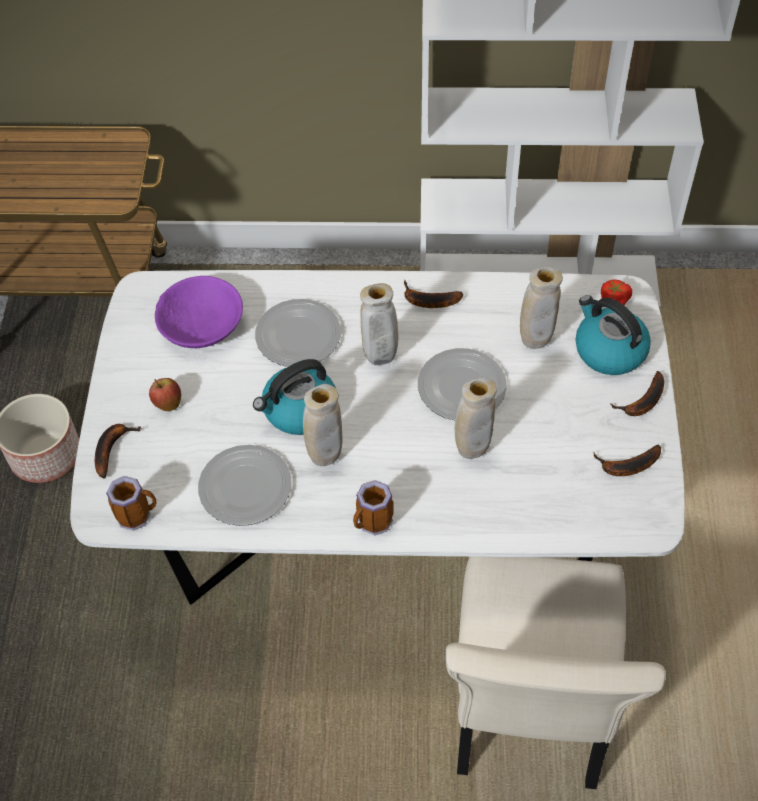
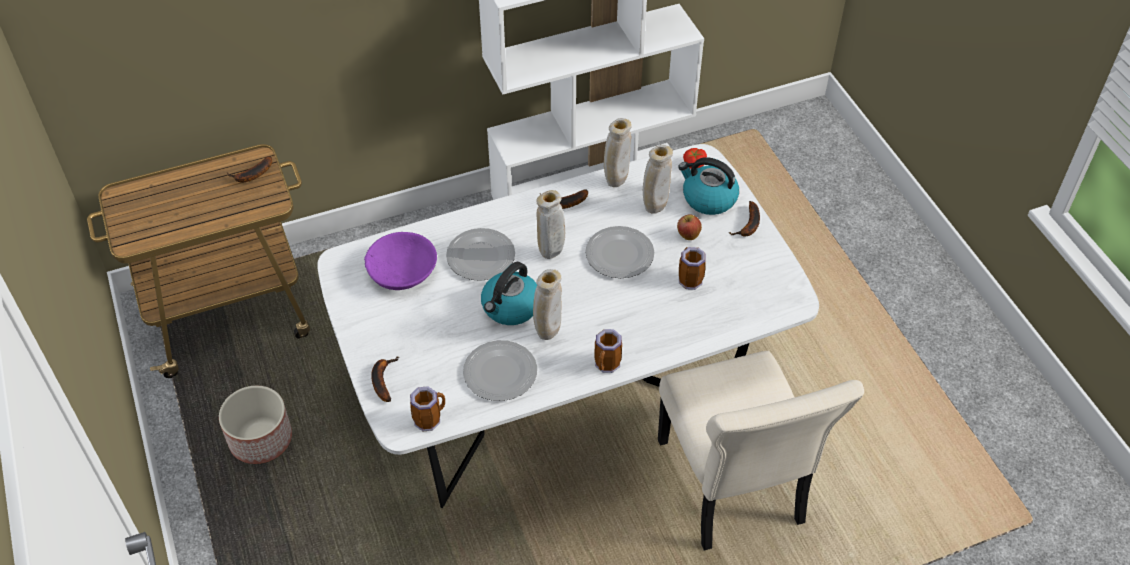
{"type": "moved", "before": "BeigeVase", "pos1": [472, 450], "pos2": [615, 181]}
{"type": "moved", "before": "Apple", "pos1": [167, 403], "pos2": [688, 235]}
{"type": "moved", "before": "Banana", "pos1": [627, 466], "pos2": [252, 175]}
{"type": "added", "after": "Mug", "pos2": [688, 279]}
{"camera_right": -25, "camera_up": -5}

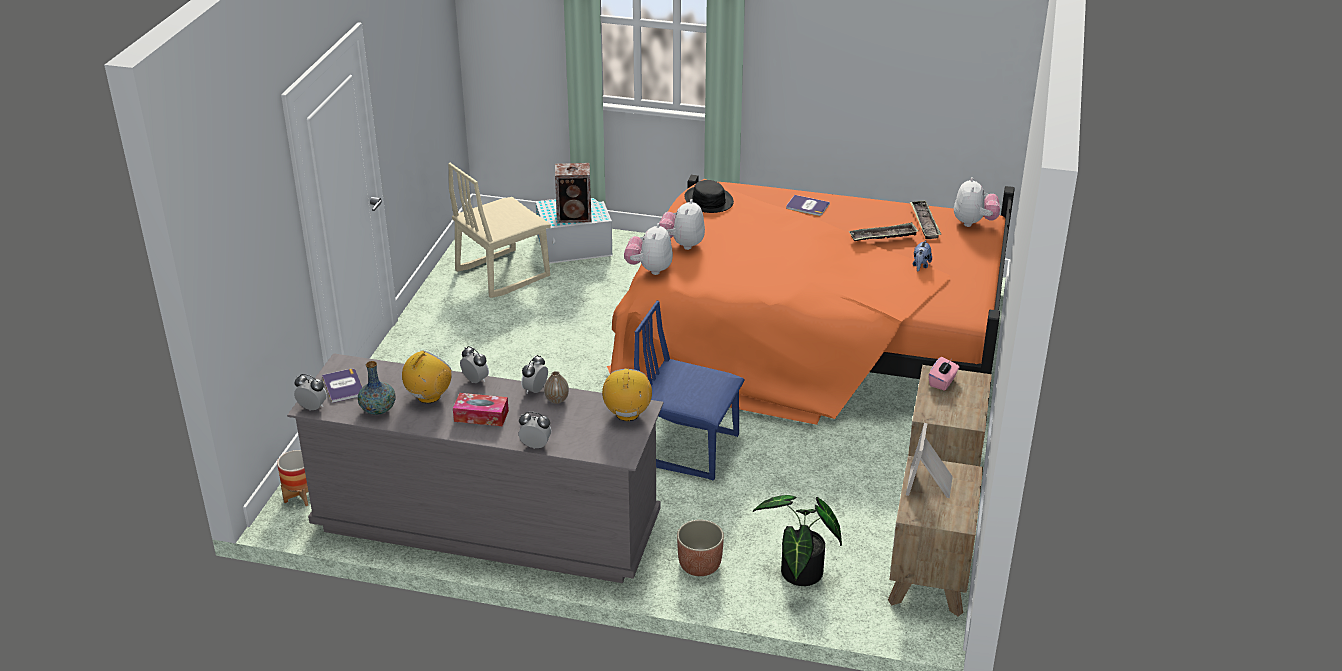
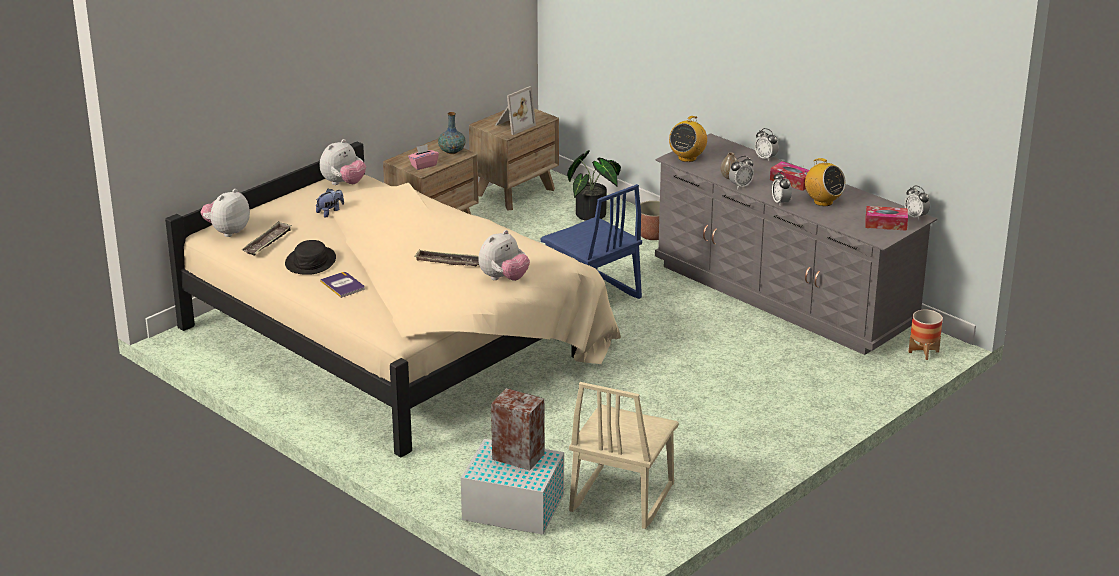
{"type": "turned", "before": "BeigeChair", "pos1": [502, 274], "pos2": [620, 498], "turn": 120}
{"type": "recoloured", "before": "OrangeBed", "after": "BeigeBed", "pos1": [811, 339], "pos2": [396, 340]}
{"type": "moved", "before": "BlackHat", "pos1": [708, 200], "pos2": [311, 261]}
{"type": "moved", "before": "Tray", "pos1": [883, 236], "pos2": [450, 262]}
{"type": "moved", "before": "PlushToy", "pos1": [649, 269], "pos2": [343, 183]}
{"type": "turned", "before": "Radio", "pos1": [428, 396], "pos2": [823, 202], "turn": -105}
{"type": "moved", "before": "Vase", "pos1": [378, 409], "pos2": [452, 151]}
{"type": "replaced", "before": "Book", "after": "TissueBox", "pos1": [343, 386], "pos2": [886, 224]}
{"camera_right": -150, "camera_up": -5}

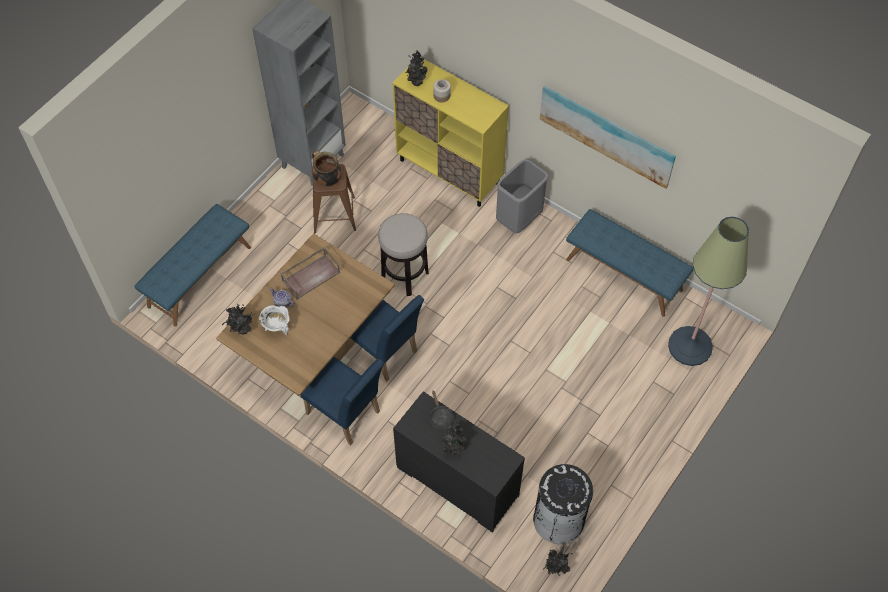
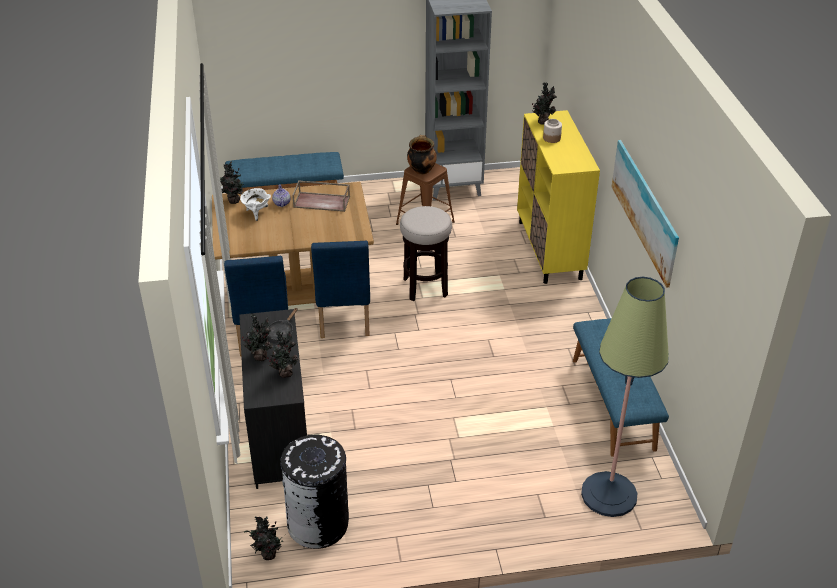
{"type": "removed", "before": "GreyTrashCan", "pos1": [519, 220]}
{"type": "added", "after": "PottedPlant", "pos2": [284, 373]}
{"camera_right": 45, "camera_up": -20}

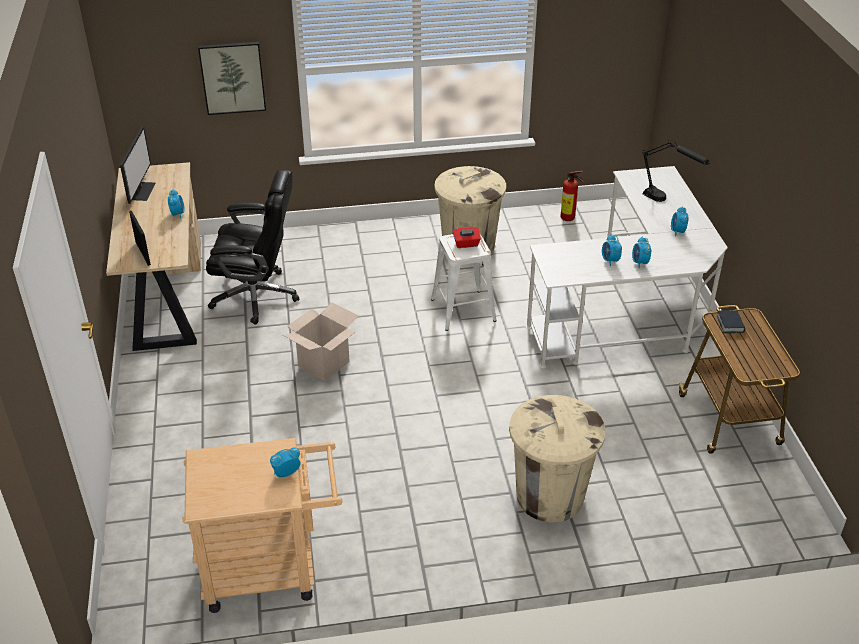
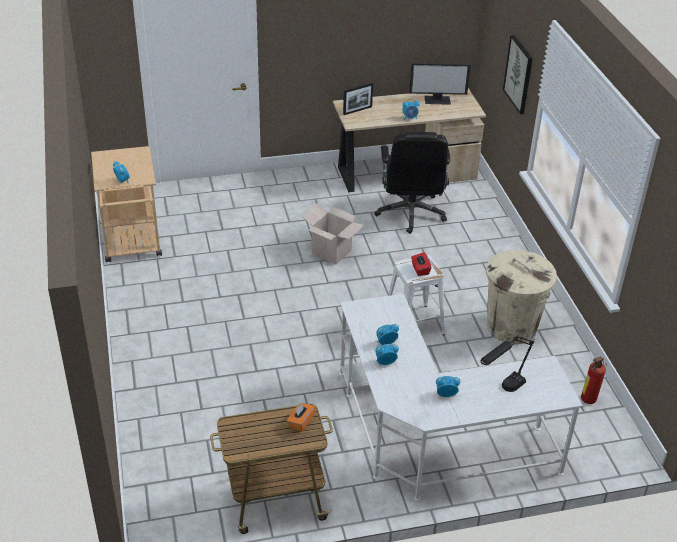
{"type": "replaced", "before": "Book", "after": "OrangeTissueBox", "pos1": [730, 324], "pos2": [300, 422]}
{"type": "removed", "before": "BeigeTrashCan", "pos1": [549, 496]}
{"camera_right": 85, "camera_up": 0}

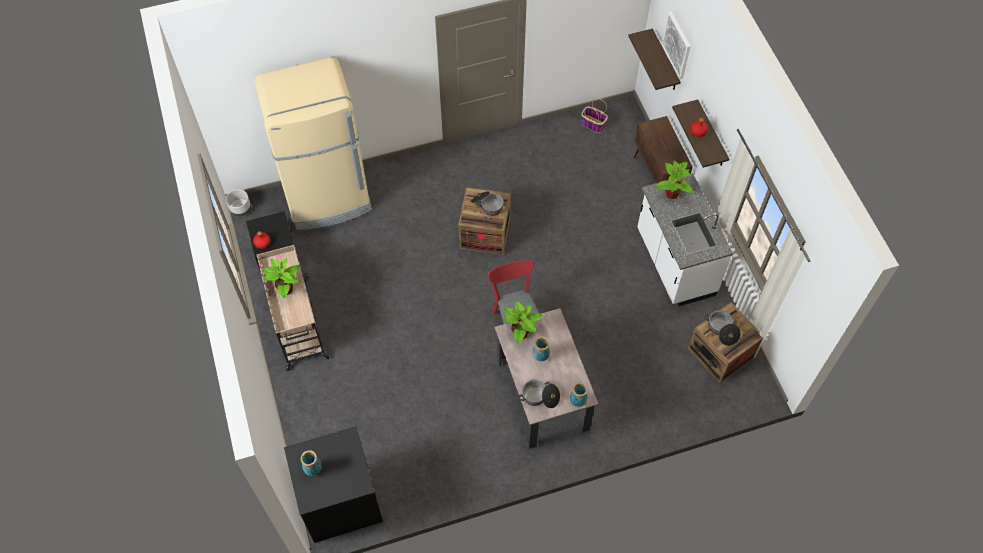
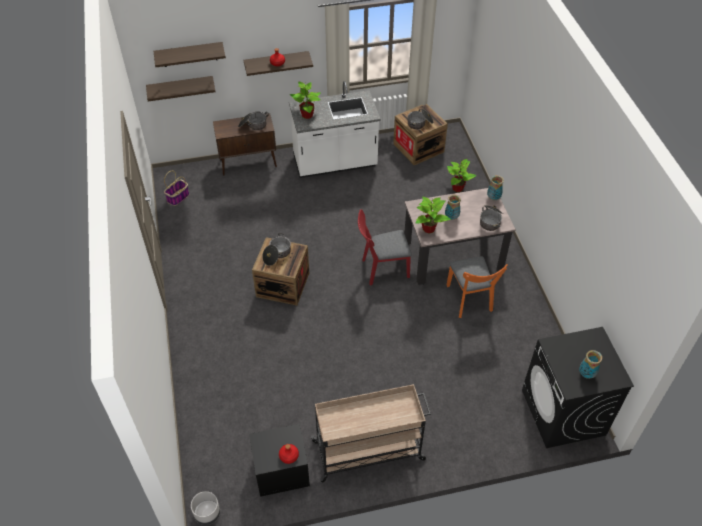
{"type": "replaced", "before": "Picture", "after": "Shelf", "pos1": [677, 45], "pos2": [189, 54]}
{"type": "removed", "before": "BeigeFridge", "pos1": [328, 199]}
{"type": "moved", "before": "PottedPlant", "pos1": [286, 289], "pos2": [457, 188]}
{"type": "added", "after": "CookingPot", "pos2": [253, 125]}
{"type": "added", "after": "OrangeChair", "pos2": [470, 301]}
{"camera_right": -85, "camera_up": -10}

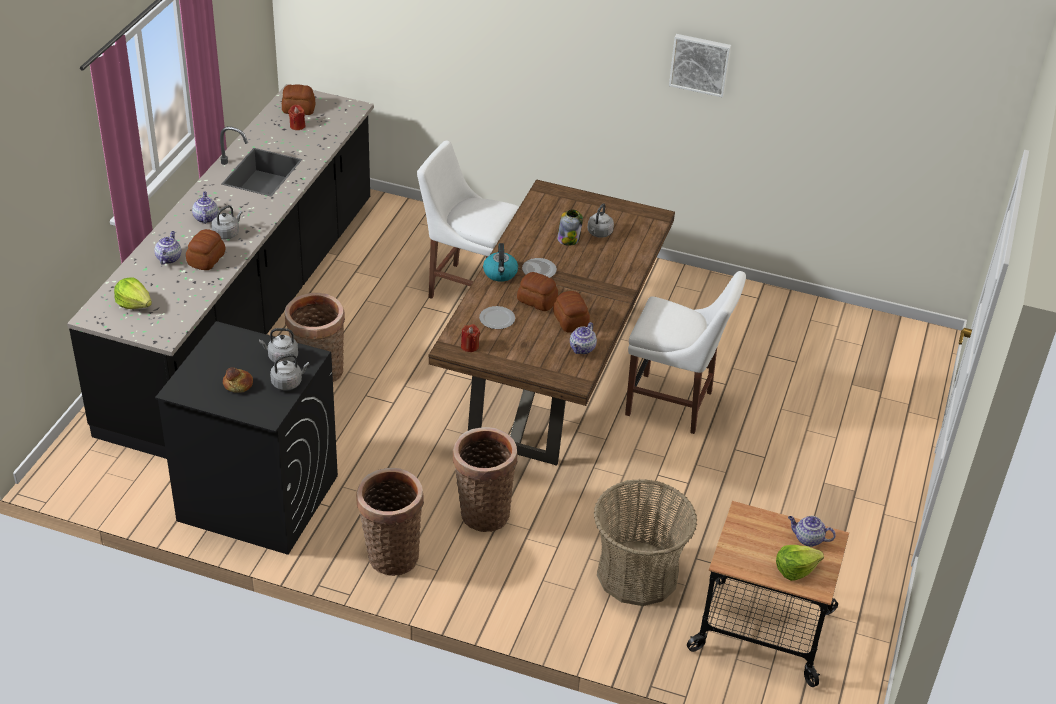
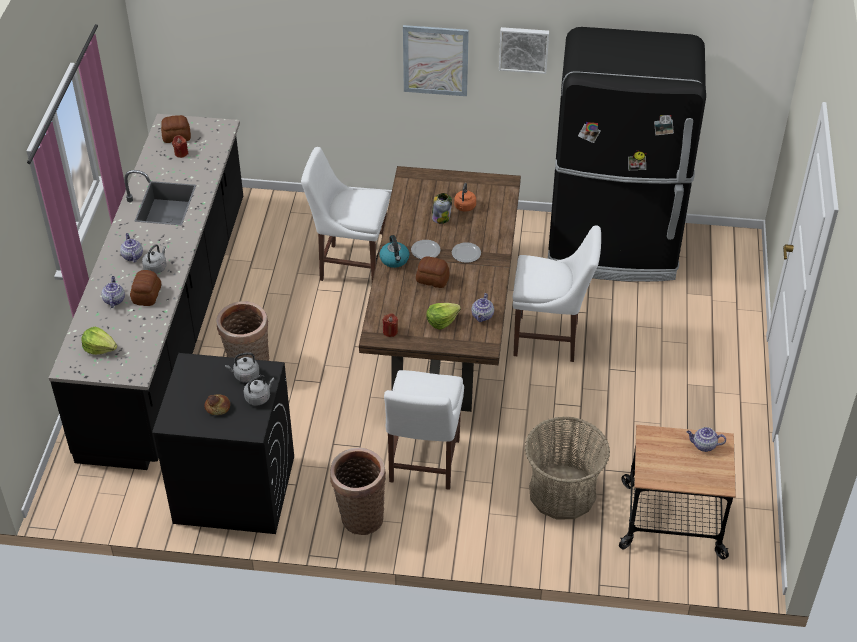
{"type": "recoloured", "before": "GreyKettle", "after": "OrangeKettle", "pos1": [599, 233], "pos2": [464, 207]}
{"type": "removed", "before": "Bread", "pos1": [571, 320]}
{"type": "moved", "before": "Plate", "pos1": [497, 318], "pos2": [466, 253]}
{"type": "replaced", "before": "Basket", "after": "WhiteChair", "pos1": [482, 511], "pos2": [423, 464]}
{"type": "moved", "before": "Lettuce", "pos1": [795, 569], "pos2": [442, 321]}
{"type": "added", "after": "Picture", "pos2": [435, 60]}
{"type": "added", "after": "BlackFridge", "pos2": [613, 248]}
{"camera_right": -10, "camera_up": 5}

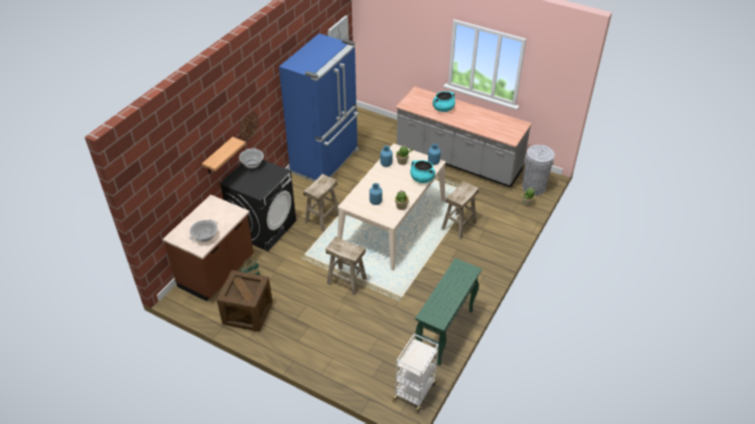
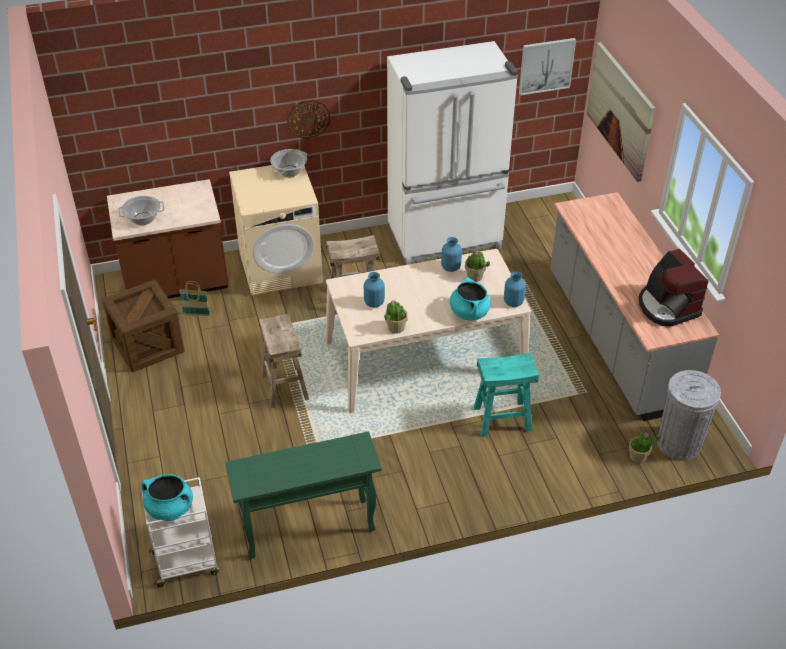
{"type": "recoloured", "before": "BlueFridge", "after": "WhiteFridge", "pos1": [326, 162], "pos2": [446, 238]}
{"type": "moved", "before": "TurquoiseCookingPot", "pos1": [443, 109], "pos2": [170, 509]}
{"type": "removed", "before": "Shelf", "pos1": [218, 156]}
{"type": "recoloured", "before": "BlackWashingMachine", "after": "BeigeWashingMachine", "pos1": [263, 227], "pos2": [281, 267]}
{"type": "recoloured", "before": "BeigeStool", "after": "TurquoiseStool", "pos1": [459, 226], "pos2": [502, 419]}
{"type": "added", "after": "Picture", "pos2": [620, 110]}
{"type": "added", "after": "CoffeeMachine", "pos2": [667, 307]}
{"camera_right": 45, "camera_up": 0}

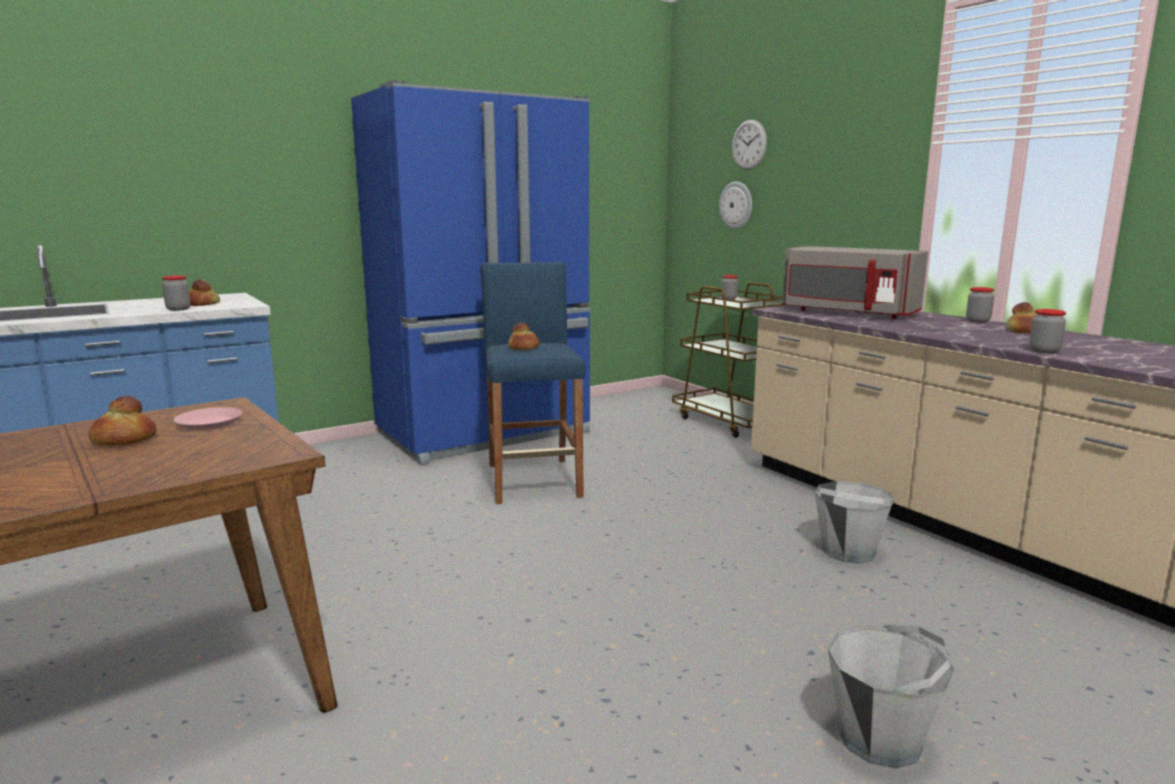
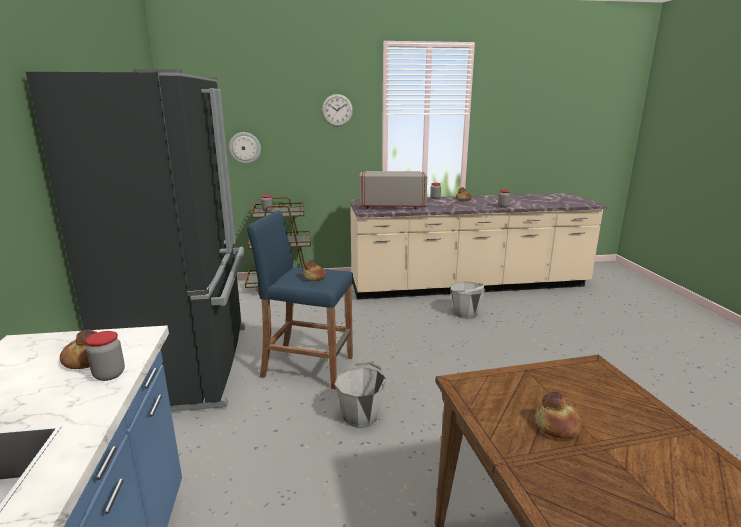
{"type": "recoloured", "before": "BlueFridge", "after": "BlackFridge", "pos1": [486, 434], "pos2": [189, 365]}
{"type": "moved", "before": "WallClock", "pos1": [749, 144], "pos2": [337, 110]}
{"type": "turned", "before": "GreyMicrowave", "pos1": [847, 312], "pos2": [392, 205], "turn": -150}
{"type": "removed", "before": "PinkPlate", "pos1": [208, 423]}
{"type": "moved", "before": "GreyBucket", "pos1": [881, 740], "pos2": [361, 416]}
{"camera_right": -65, "camera_up": 5}

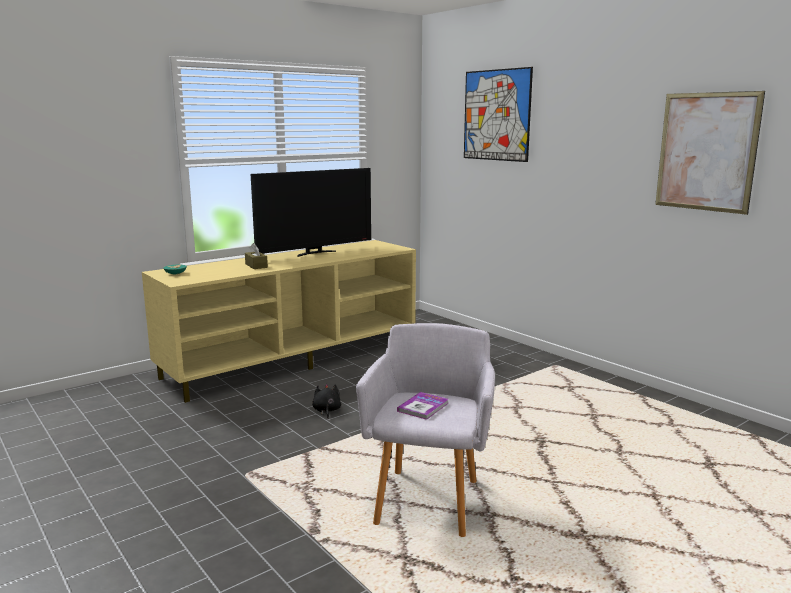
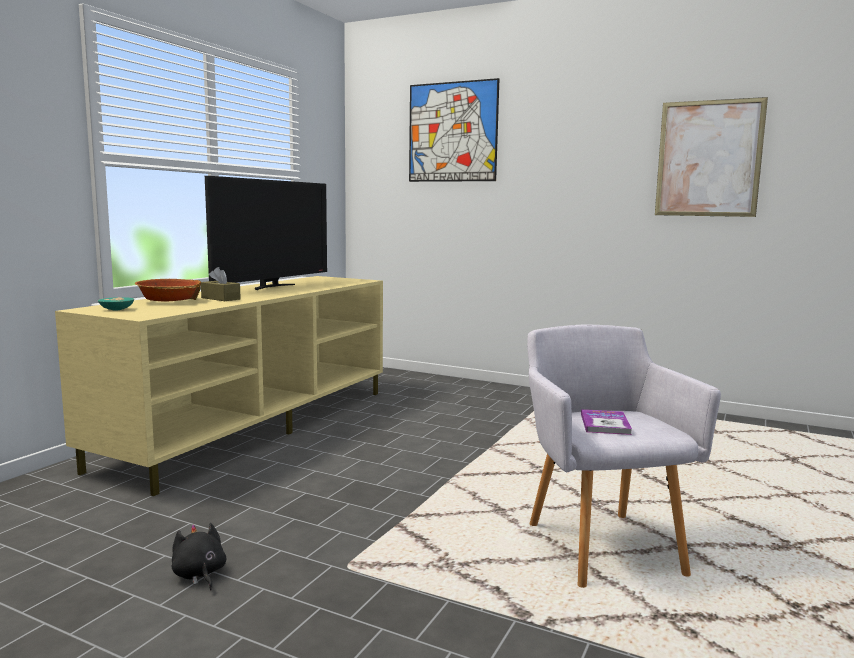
{"type": "moved", "before": "BlackPlushToy", "pos1": [326, 411], "pos2": [199, 575]}
{"type": "added", "after": "Bowl", "pos2": [169, 301]}
{"camera_right": -25, "camera_up": -5}

